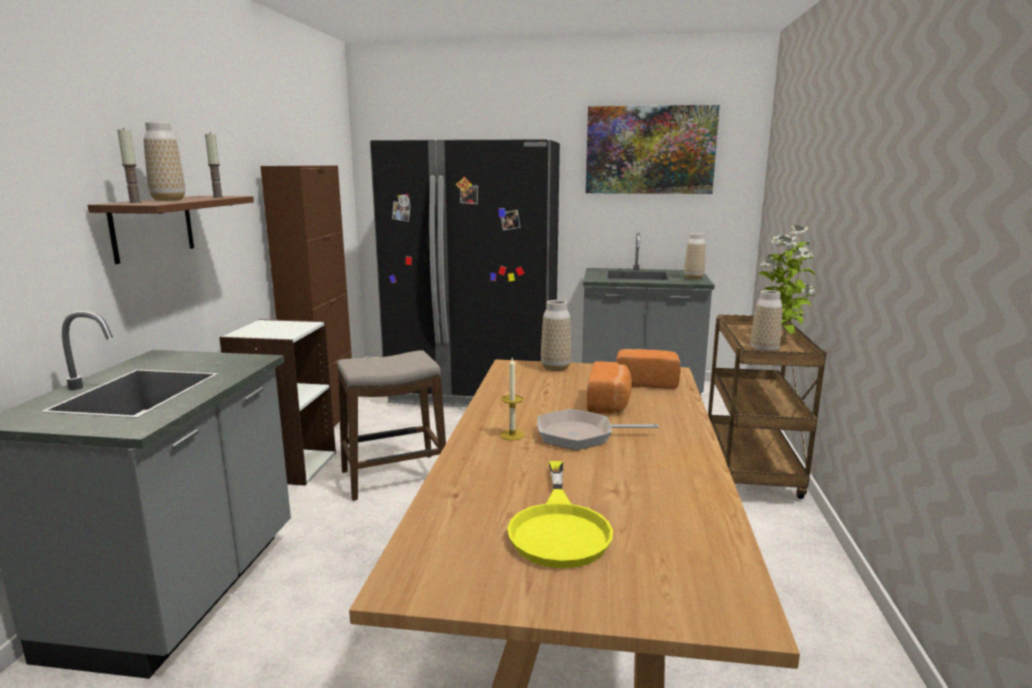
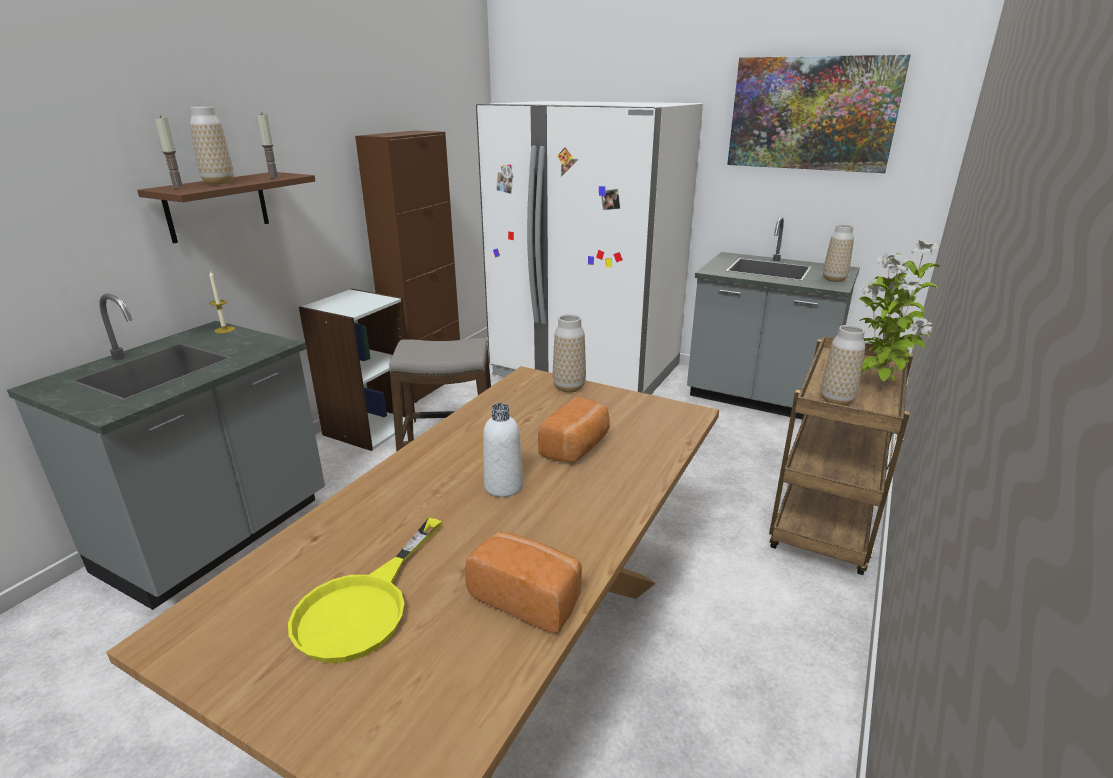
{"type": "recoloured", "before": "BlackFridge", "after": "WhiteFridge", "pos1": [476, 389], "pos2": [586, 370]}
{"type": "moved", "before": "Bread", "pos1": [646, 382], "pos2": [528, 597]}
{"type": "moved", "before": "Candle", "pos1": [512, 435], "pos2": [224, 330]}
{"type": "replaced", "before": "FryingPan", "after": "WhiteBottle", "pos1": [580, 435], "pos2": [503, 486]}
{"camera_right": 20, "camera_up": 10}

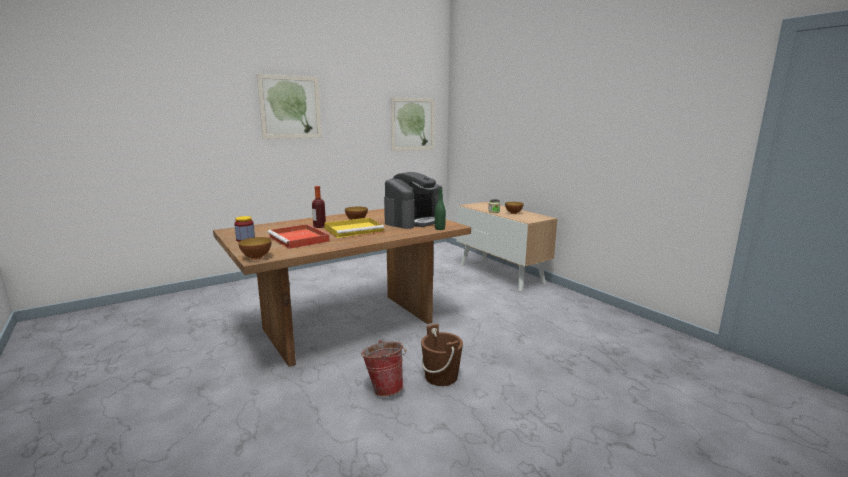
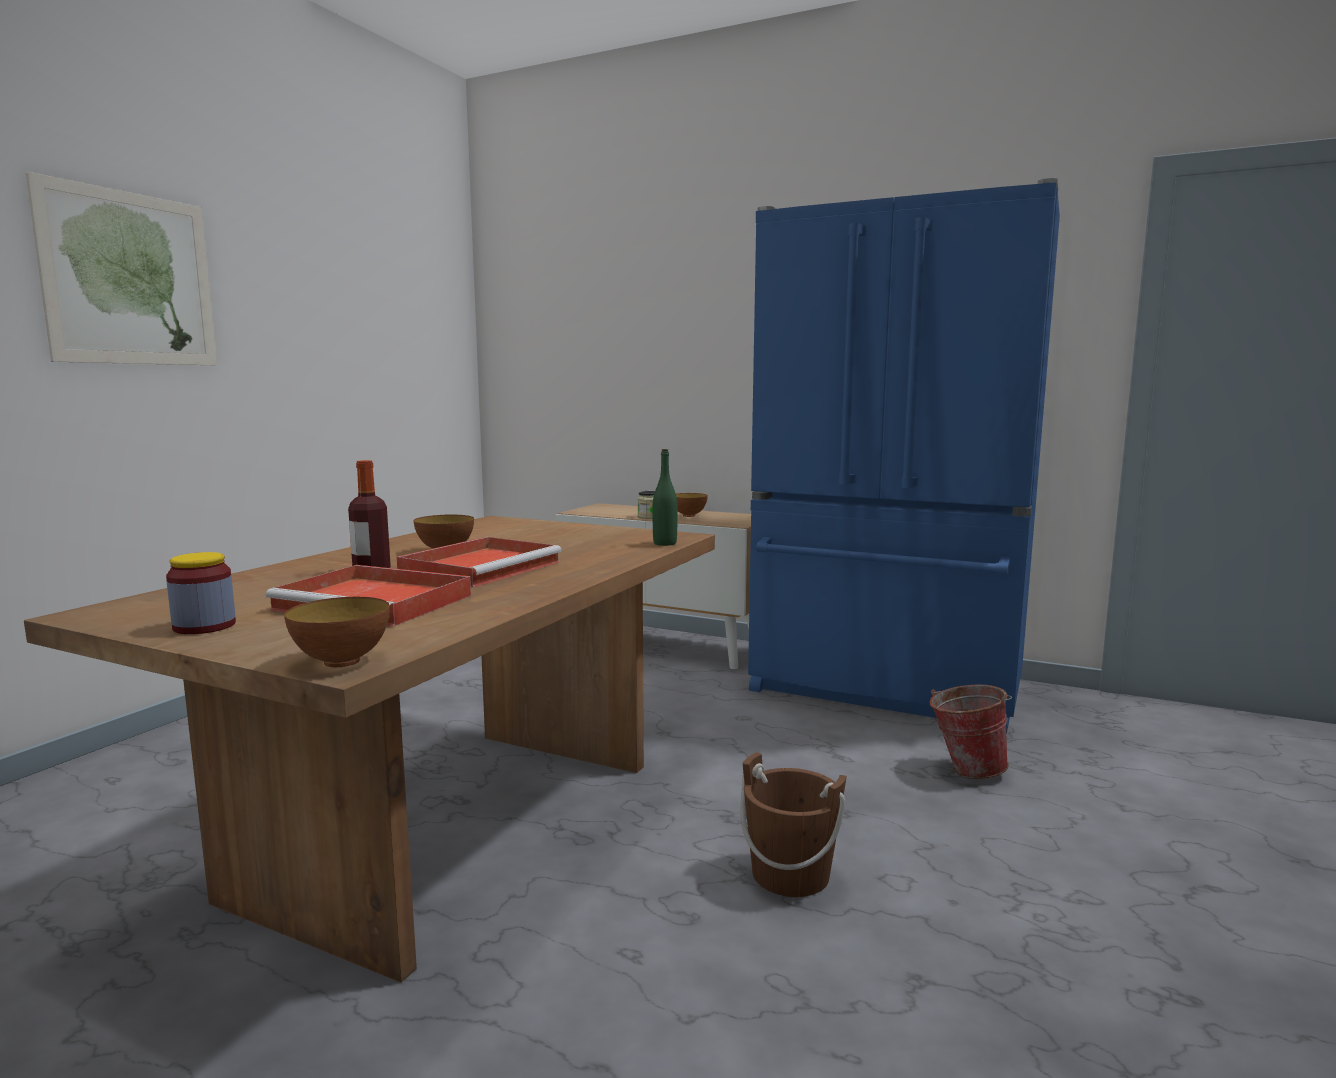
{"type": "removed", "before": "Picture", "pos1": [413, 124]}
{"type": "removed", "before": "CoffeeMachine", "pos1": [413, 221]}
{"type": "recoloured", "before": "YellowTray", "after": "RedTray", "pos1": [355, 230], "pos2": [482, 567]}
{"type": "moved", "before": "Bucket", "pos1": [385, 388], "pos2": [965, 769]}
{"type": "added", "after": "BlueFridge", "pos2": [885, 688]}
{"camera_right": -30, "camera_up": -5}

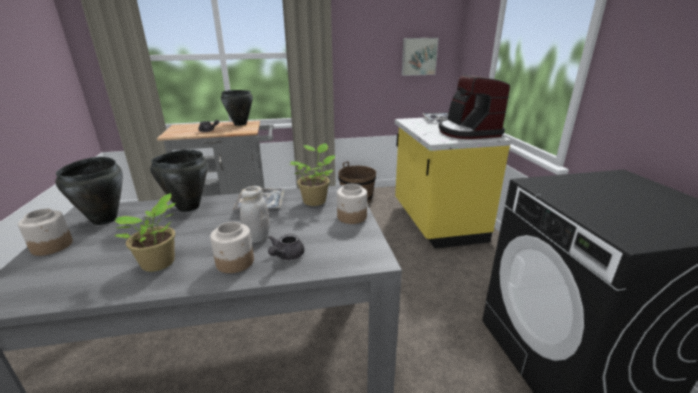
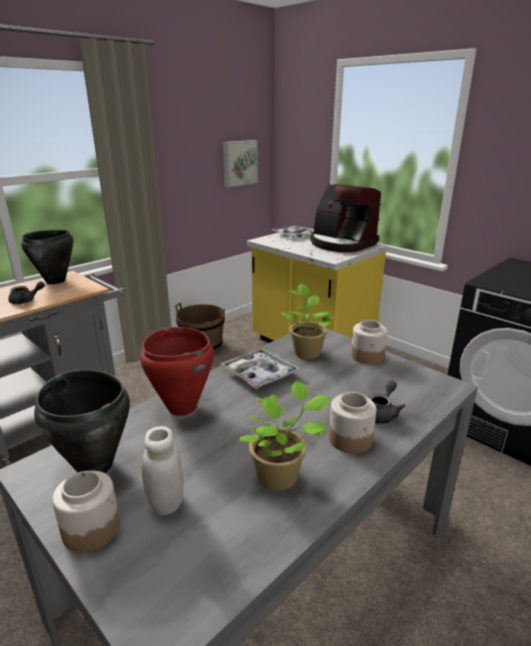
{"type": "recoloured", "before": "BlackCookingPot", "after": "RedCookingPot", "pos1": [188, 207], "pos2": [181, 408]}
{"type": "moved", "before": "WhiteJar", "pos1": [257, 237], "pos2": [166, 503]}
{"type": "turned", "before": "GreyTeapot", "pos1": [286, 256], "pos2": [381, 413], "turn": -135}
{"camera_right": -35, "camera_up": 0}

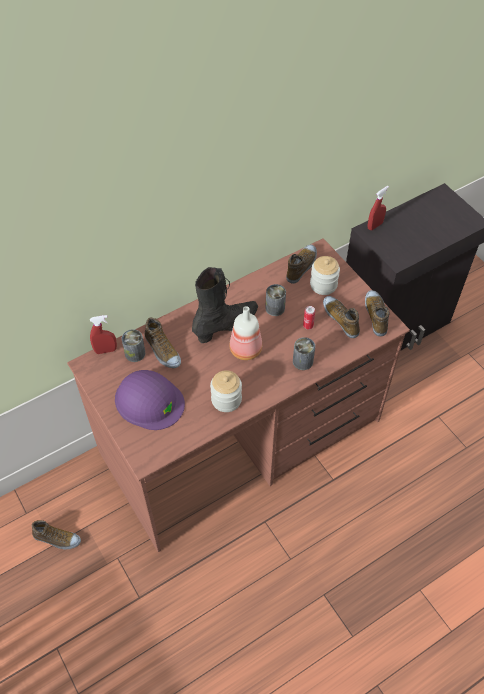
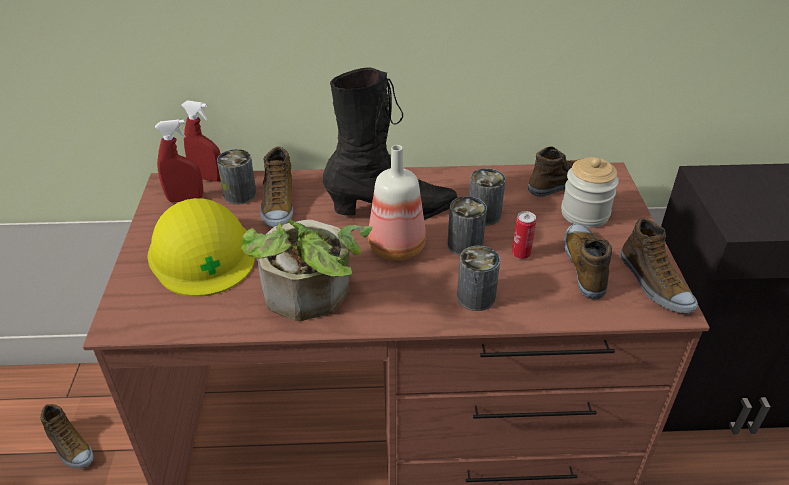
{"type": "moved", "before": "RedSprayBottle", "pos1": [375, 225], "pos2": [185, 199]}
{"type": "turned", "before": "Shoe", "pos1": [376, 315], "pos2": [654, 283], "turn": 135}
{"type": "recoloured", "before": "PurpleHardHat", "after": "YellowHardHat", "pos1": [149, 400], "pos2": [202, 253]}
{"type": "replaced", "before": "Jar", "after": "PottedPlant", "pos1": [226, 399], "pos2": [310, 298]}
{"type": "added", "after": "Can", "pos2": [465, 245]}
{"camera_right": 30, "camera_up": -15}

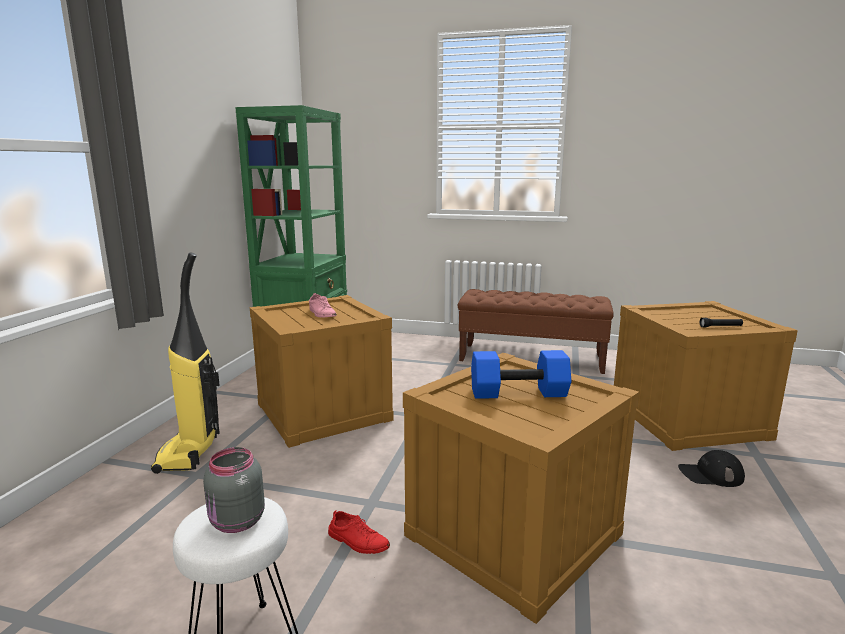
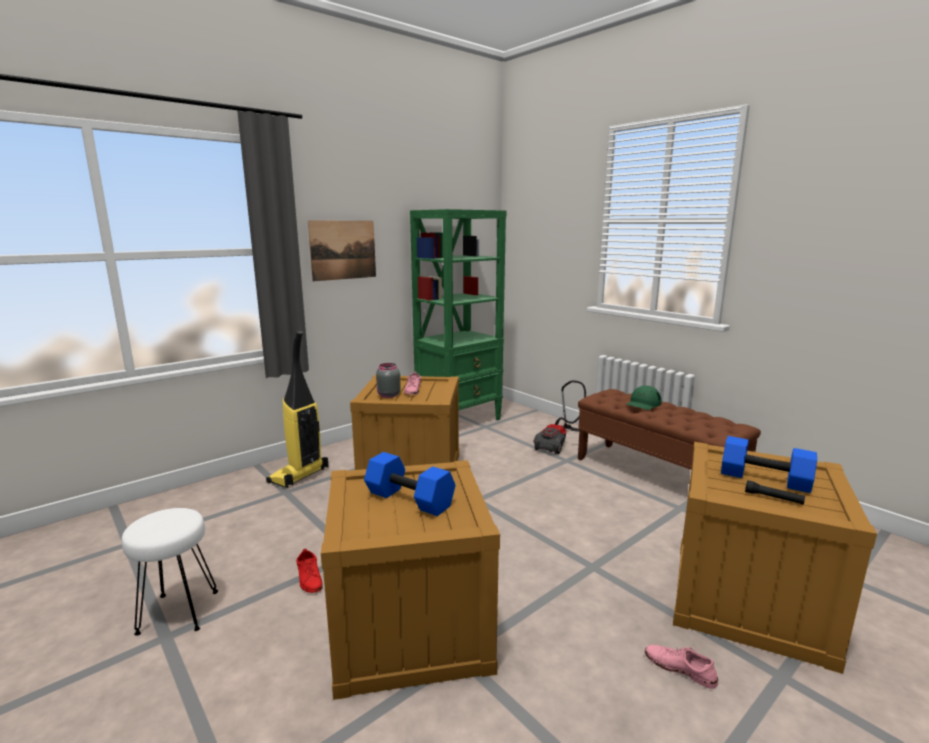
{"type": "moved", "before": "GreyJar", "pos1": [236, 522], "pos2": [388, 395]}
{"type": "replaced", "before": "BlackCap", "after": "PinkShoe", "pos1": [710, 474], "pos2": [680, 668]}
{"type": "added", "after": "Picture", "pos2": [343, 250]}
{"type": "added", "after": "VacuumCleaner", "pos2": [558, 443]}
{"type": "added", "after": "GreenCap", "pos2": [643, 403]}
{"type": "added", "after": "BlueDumbbell", "pos2": [763, 479]}
{"camera_right": 35, "camera_up": 0}

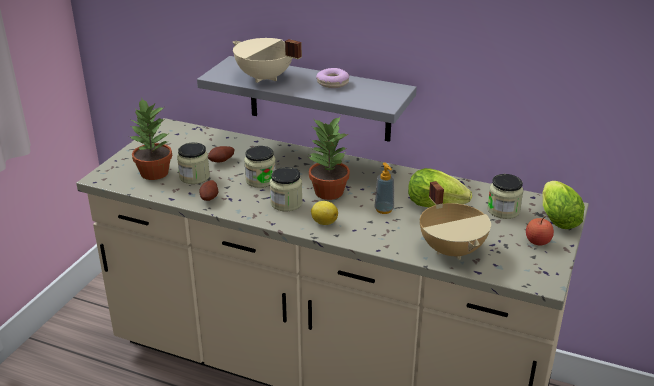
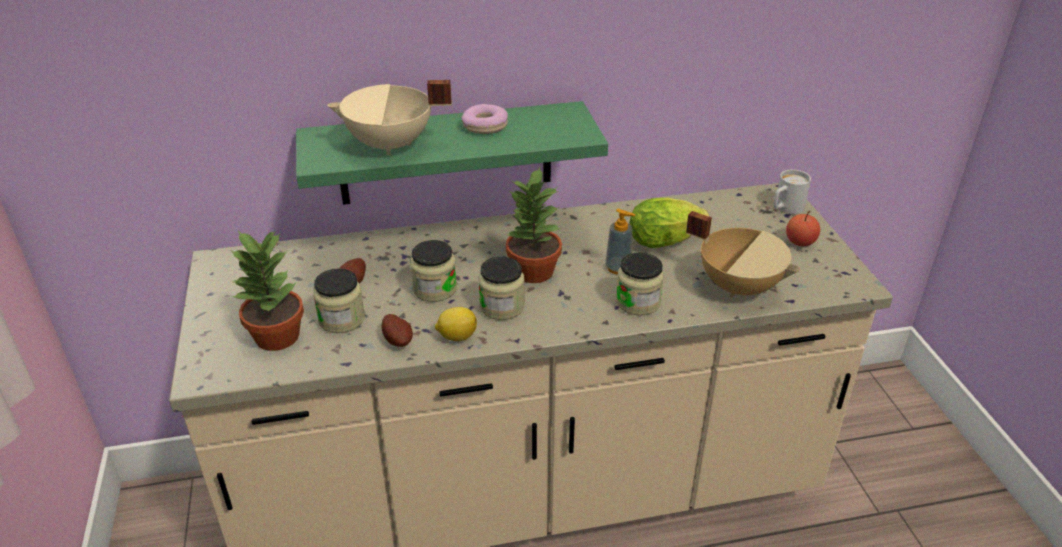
{"type": "recoloured", "before": "GreyShelf", "after": "GreenShelf", "pos1": [319, 99], "pos2": [446, 153]}
{"type": "moved", "before": "Jar", "pos1": [503, 210], "pos2": [638, 302]}
{"type": "replaced", "before": "Lettuce", "after": "WhiteMug", "pos1": [556, 218], "pos2": [785, 209]}
{"type": "moved", "before": "Lemon", "pos1": [323, 222], "pos2": [456, 336]}
{"camera_right": -35, "camera_up": 5}

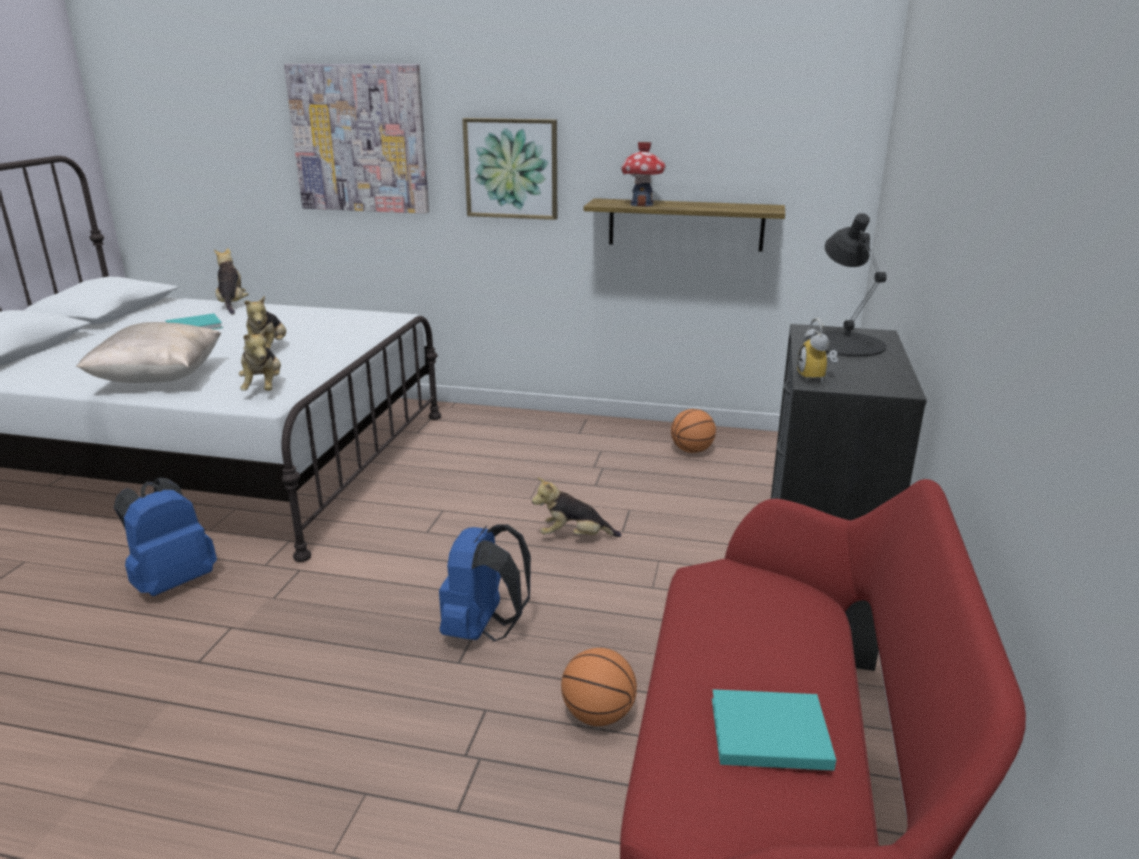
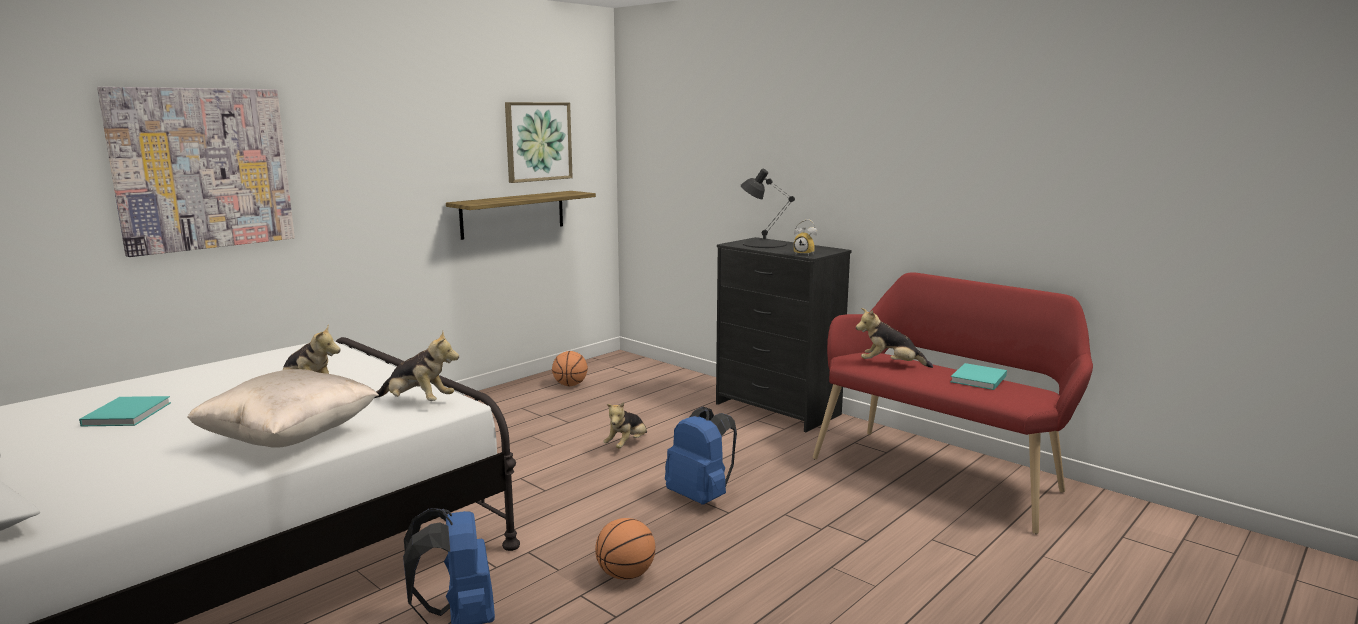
{"type": "moved", "before": "Picture", "pos1": [511, 168], "pos2": [538, 141]}
{"type": "removed", "before": "ToyHouse", "pos1": [642, 204]}
{"type": "moved", "before": "PlushToy", "pos1": [232, 305], "pos2": [890, 365]}
{"type": "moved", "before": "Basketball", "pos1": [598, 715], "pos2": [626, 575]}
{"camera_right": -60, "camera_up": -10}

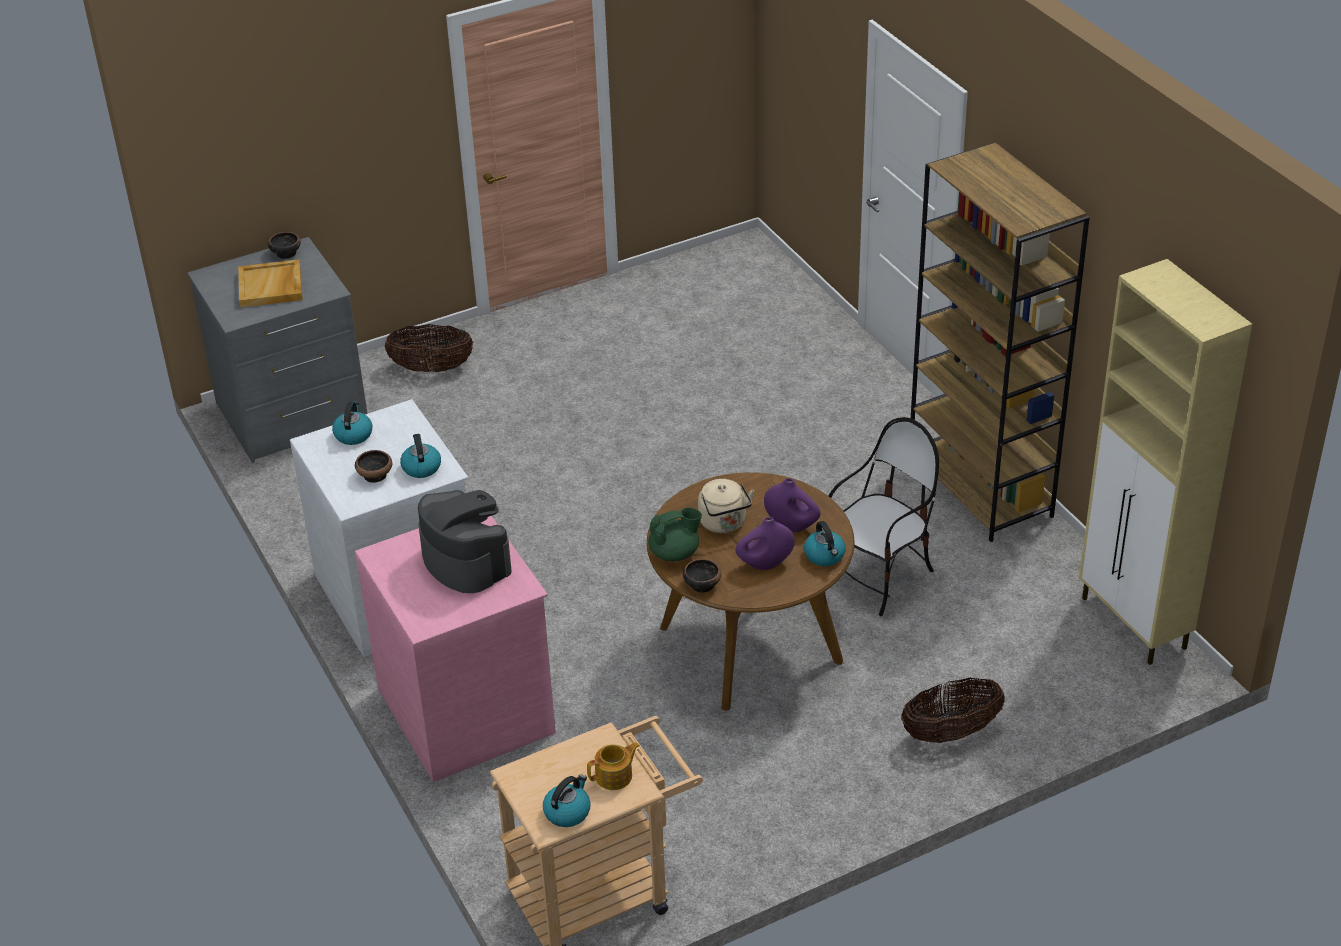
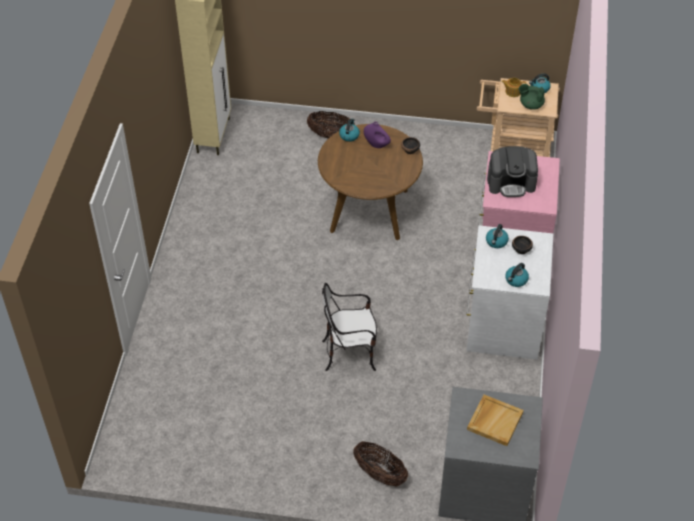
{"type": "removed", "before": "BrownBookcase", "pos1": [981, 488]}
{"type": "removed", "before": "Bowl", "pos1": [285, 253]}
{"type": "moved", "before": "Chair", "pos1": [880, 577], "pos2": [350, 353]}
{"type": "removed", "before": "PurpleVase", "pos1": [791, 526]}
{"type": "removed", "before": "BeigeKettle", "pos1": [724, 523]}
{"type": "turned", "before": "CoffeeMachine", "pos1": [466, 561], "pos2": [511, 182], "turn": -90}
{"type": "moved", "before": "GreenTeapot", "pos1": [675, 553], "pos2": [530, 105]}
{"camera_right": -145, "camera_up": 10}

